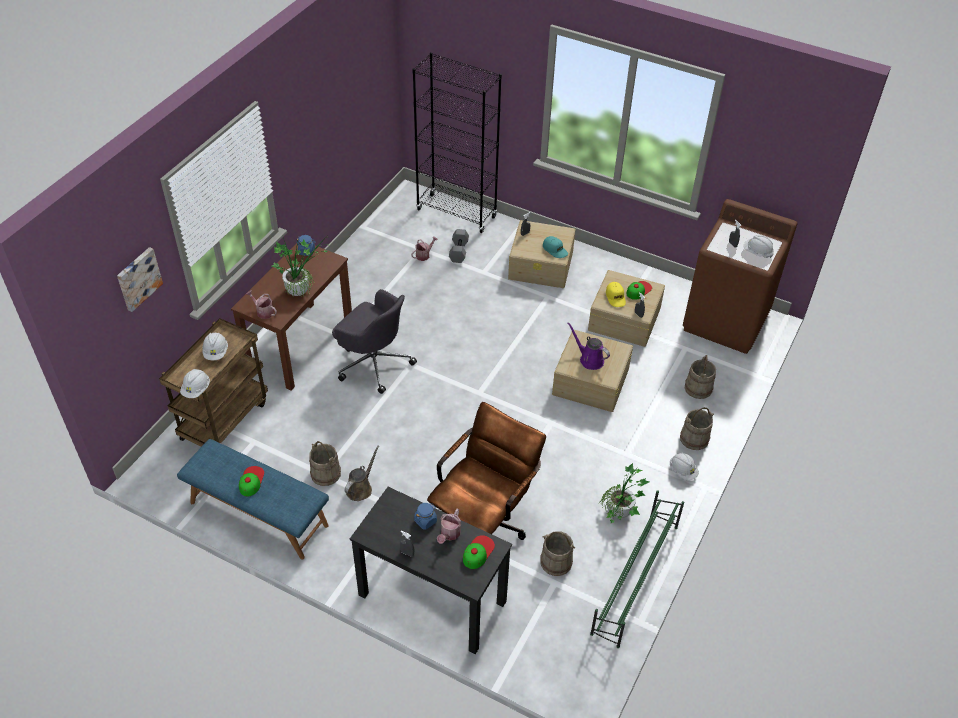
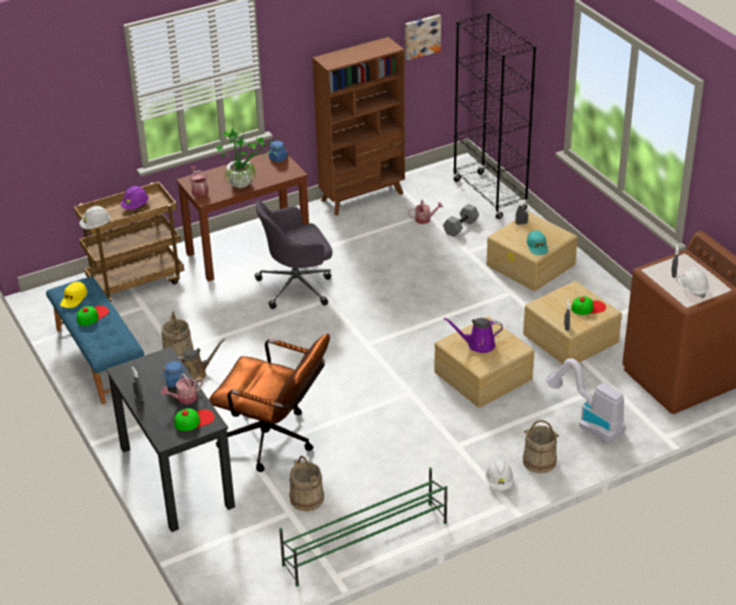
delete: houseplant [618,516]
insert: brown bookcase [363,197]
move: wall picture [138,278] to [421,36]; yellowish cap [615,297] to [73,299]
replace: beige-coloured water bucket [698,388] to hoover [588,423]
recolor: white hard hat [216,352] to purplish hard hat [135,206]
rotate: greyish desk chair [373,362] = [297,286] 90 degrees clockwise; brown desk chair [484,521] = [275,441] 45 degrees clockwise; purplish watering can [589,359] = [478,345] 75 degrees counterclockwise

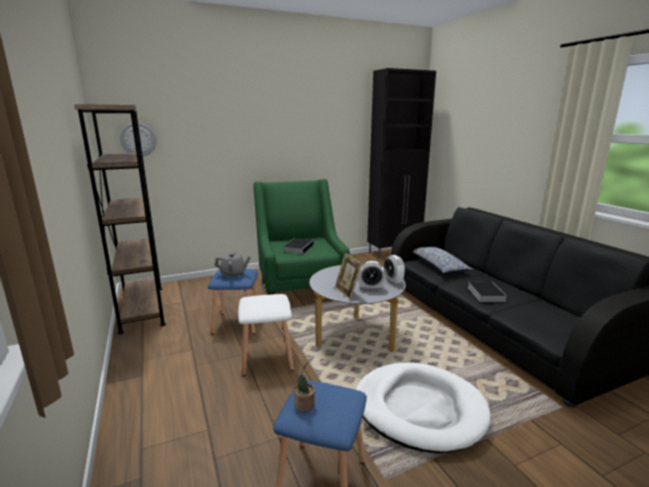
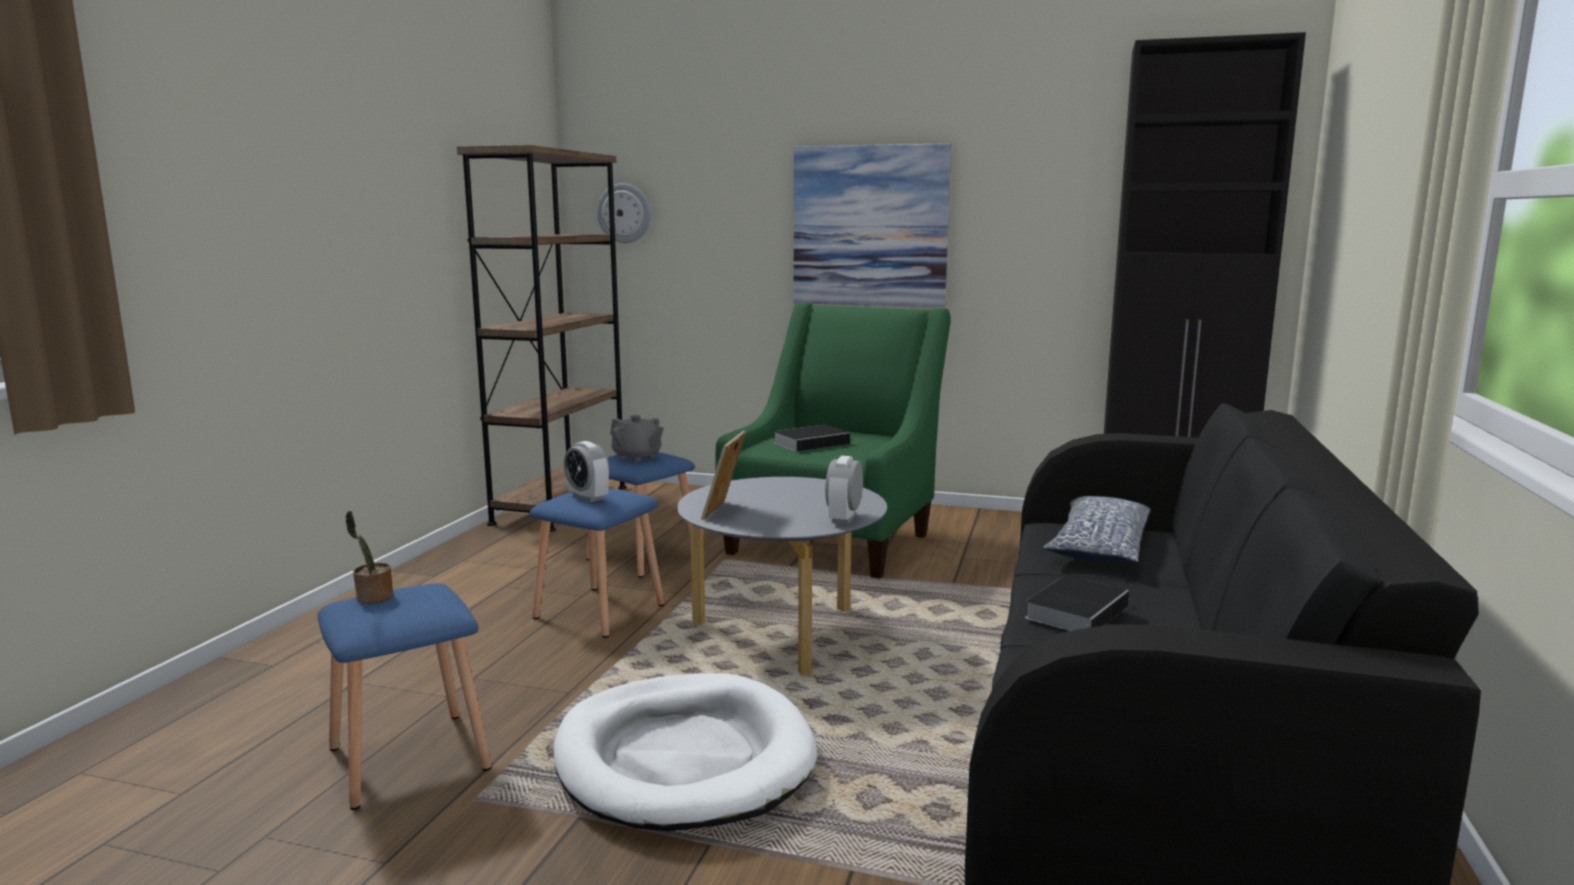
insert: wall picture [870,226]
move: bedside clock [371,288] to [588,498]
recolor: white stool [268,358] to blue-coloured stool [601,611]

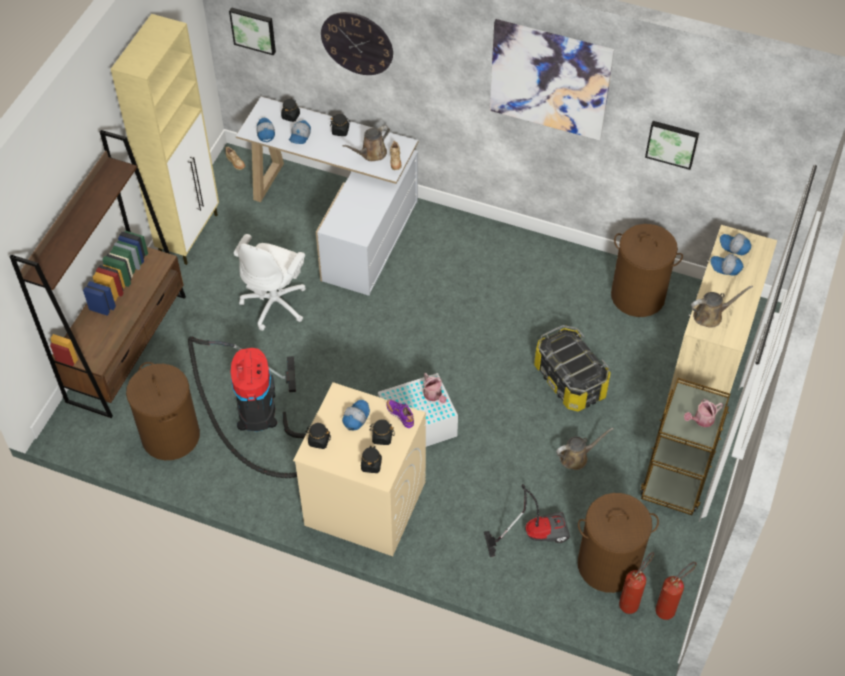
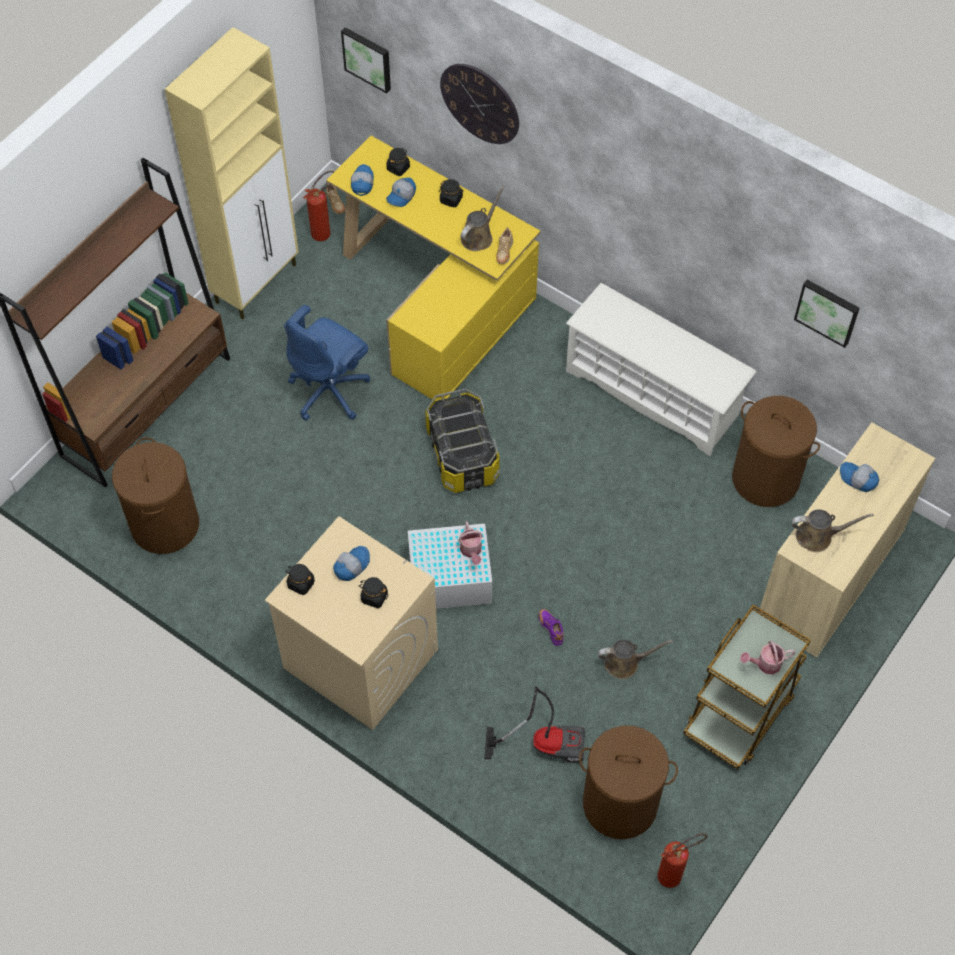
delete: hoover [258,416]; black-coloured storage jar [371,465]; wall picture [550,79]; cap [734,247]
insert: white shoe shelf [653,393]
move: purplish low shoe [400,415] to [551,629]; storage bin [570,380] to [463,454]; fire-fighting cylinder [632,601] to [325,232]
recolor: white desk chair [275,303] to blue-coloured desk chair [330,390]; white desk [339,217] to yellowish desk [437,299]
rotate: brown watering can [371,154] = [479,236] 150 degrees clockwise

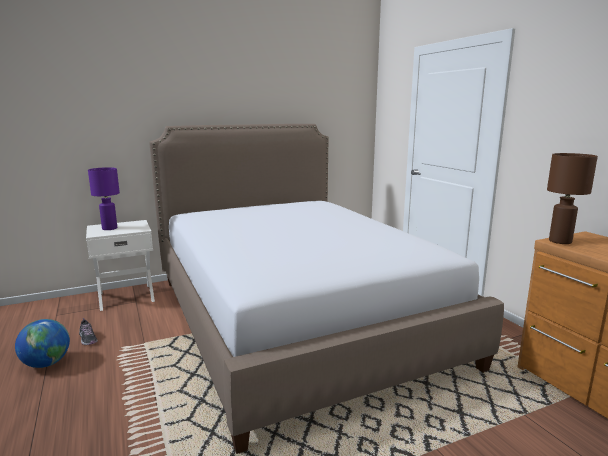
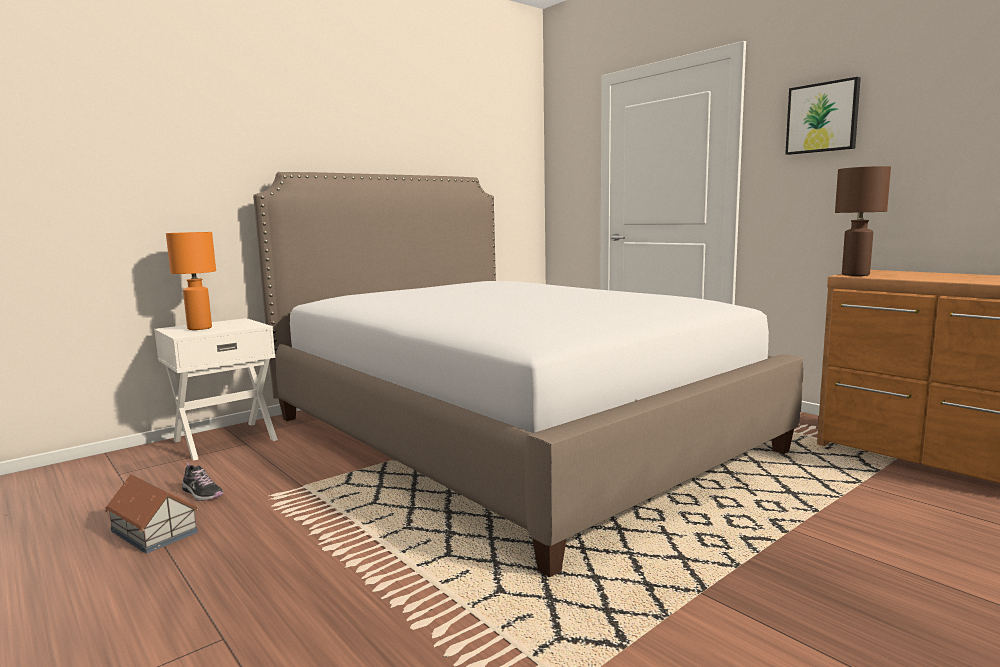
insert: wall picture [822,117]
replace: globe [46,363] to miniature house [154,531]
recolor: purplish tabletop lamp [109,228] to orangey tabletop lamp [199,328]

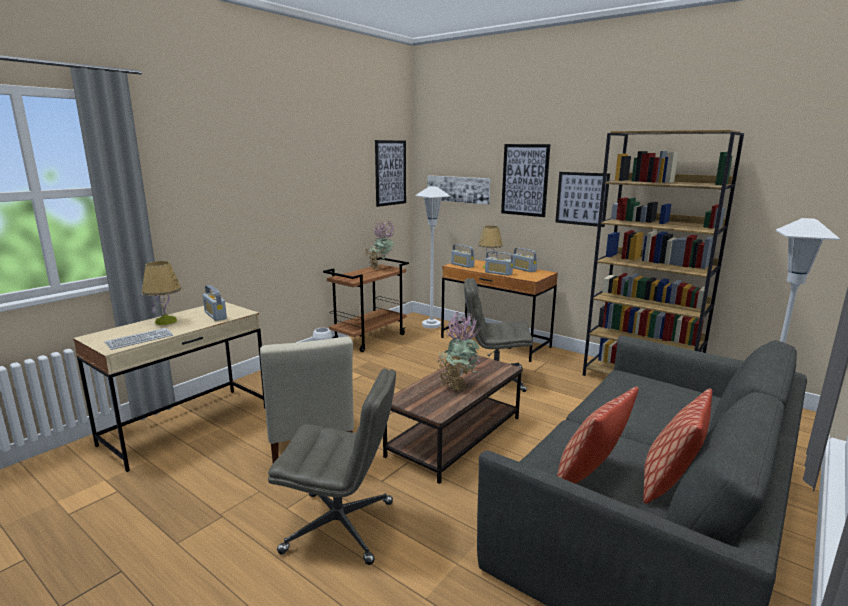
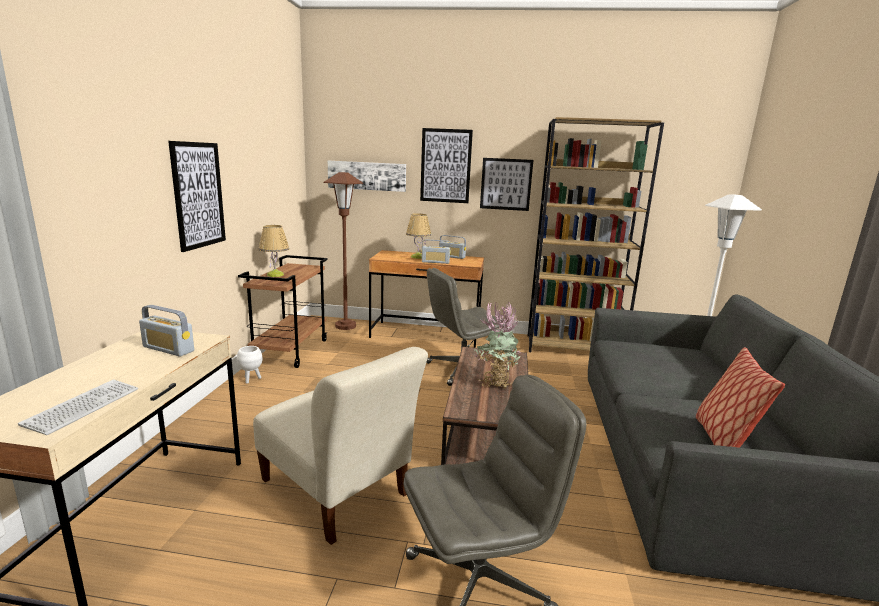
delete: houseplant [381,268]; radio [462,265]; pillow [669,483]
move: tabletop lamp [166,321] to [275,275]; wall picture [390,173] to [198,195]
recolor: white standing lamp [431,325] to brown standing lamp [345,326]

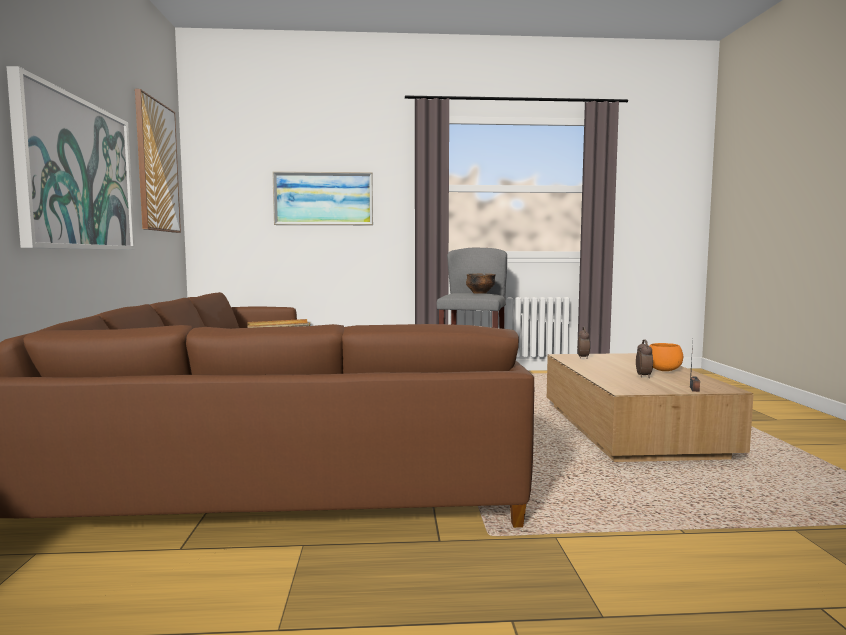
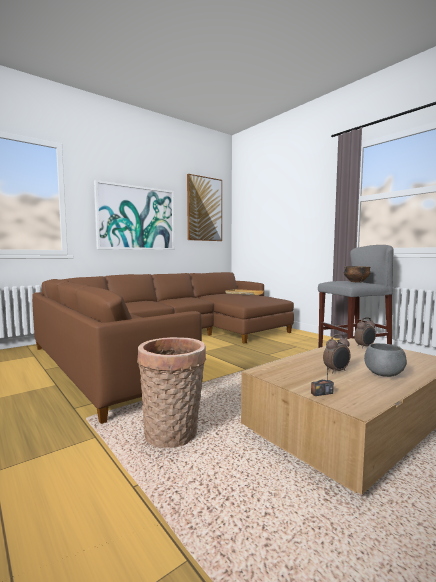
delete: wall picture [323,199]
insert: storage basket [173,435]
recolor: orangey bowl [664,370] to greyish bowl [384,375]

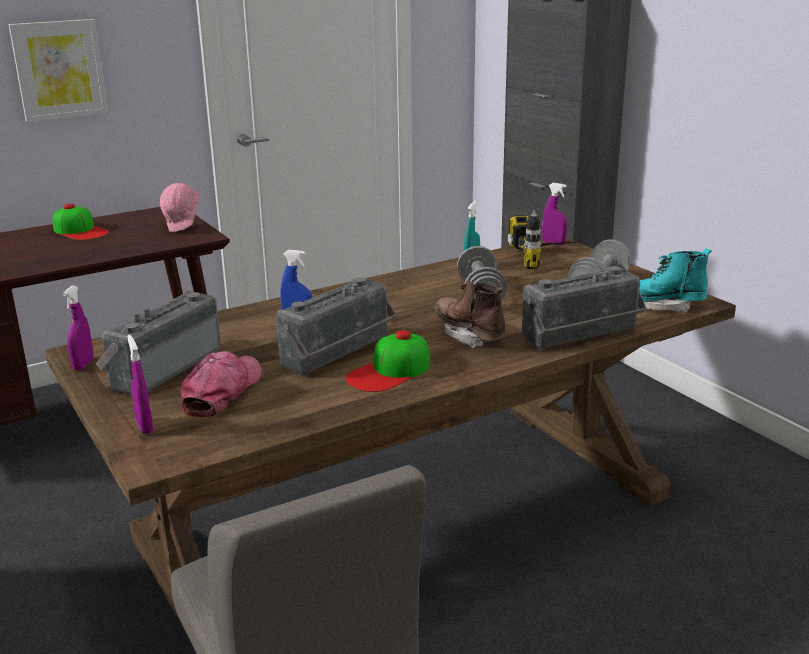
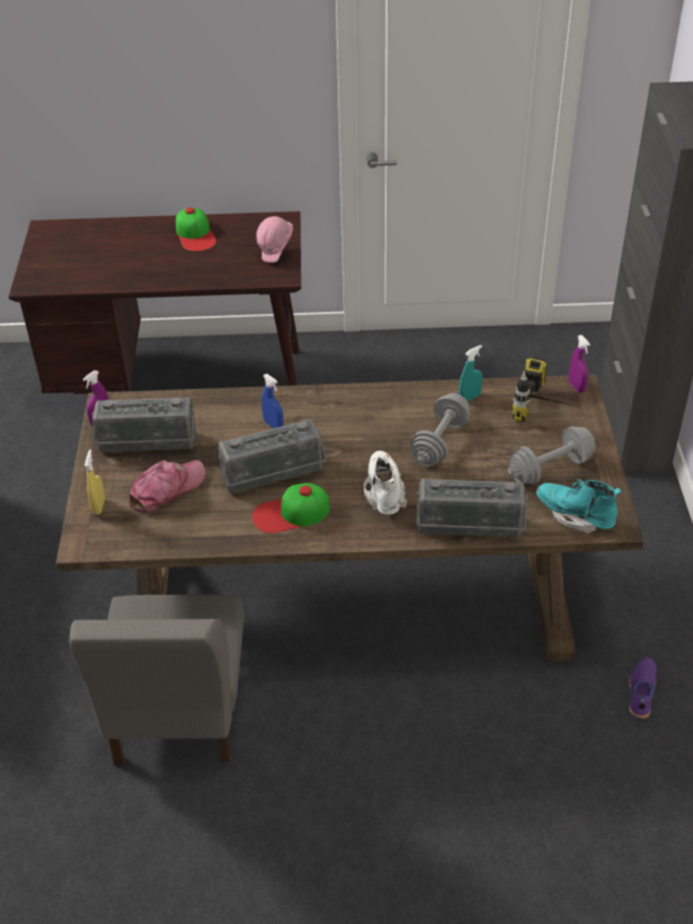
delete: wall picture [59,70]
insert: purplish low shoe [640,692]
recolor: purplish sprayer [144,426] to yellowish sprayer [99,506]; brown tall boot [469,335] to white tall boot [384,493]
rotate: radio [162,368] = [147,446] 150 degrees counterclockwise

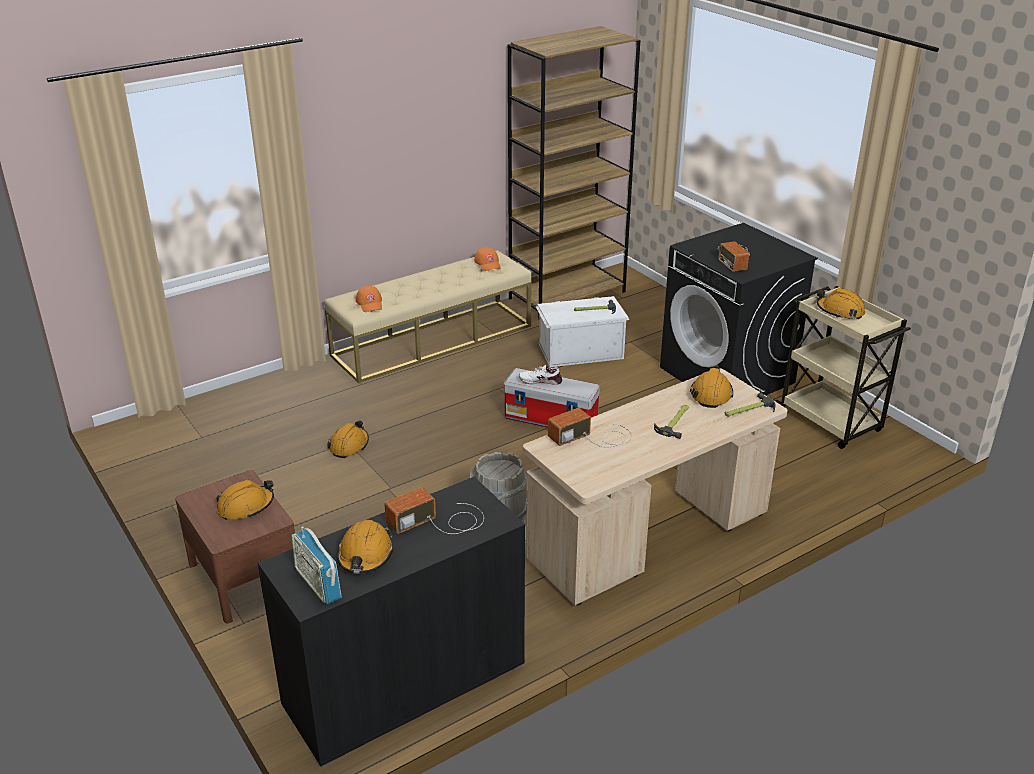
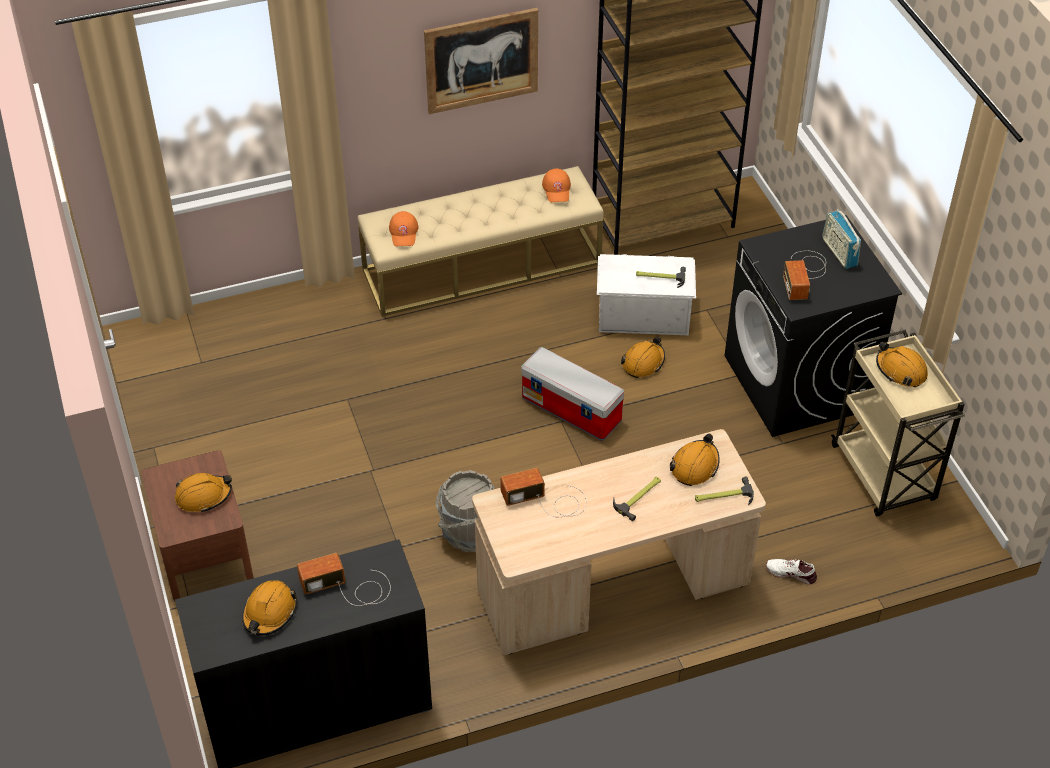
insert: wall picture [481,60]
move: radio [318,584] to [839,252]; orangey hard hat [349,445] to [643,362]; white low shoe [540,380] to [791,573]

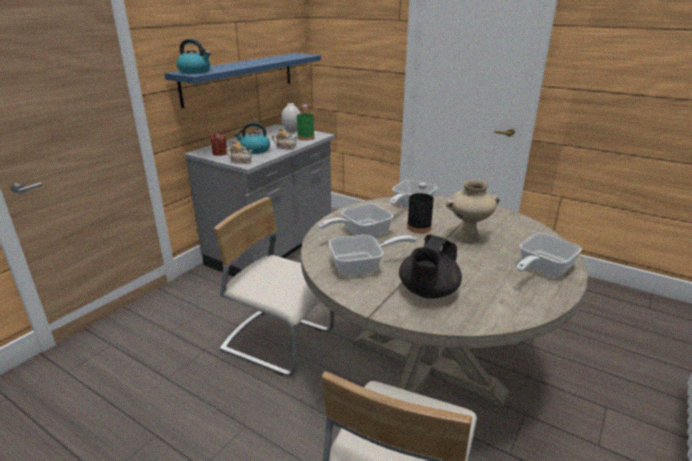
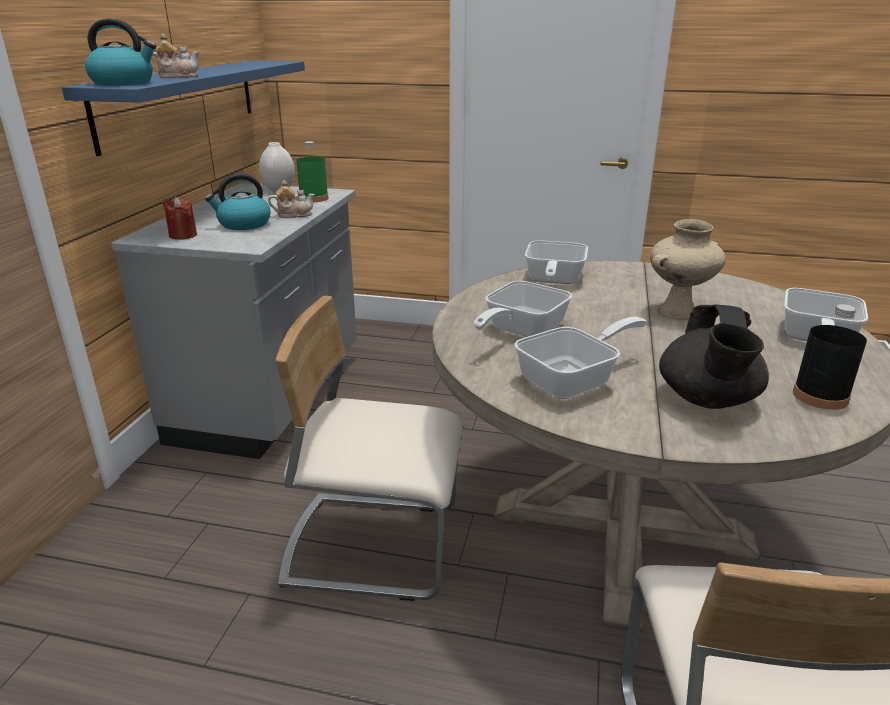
move: teapot [240,161] to [177,77]; black-coloured drink bottle [419,227] to [820,396]

